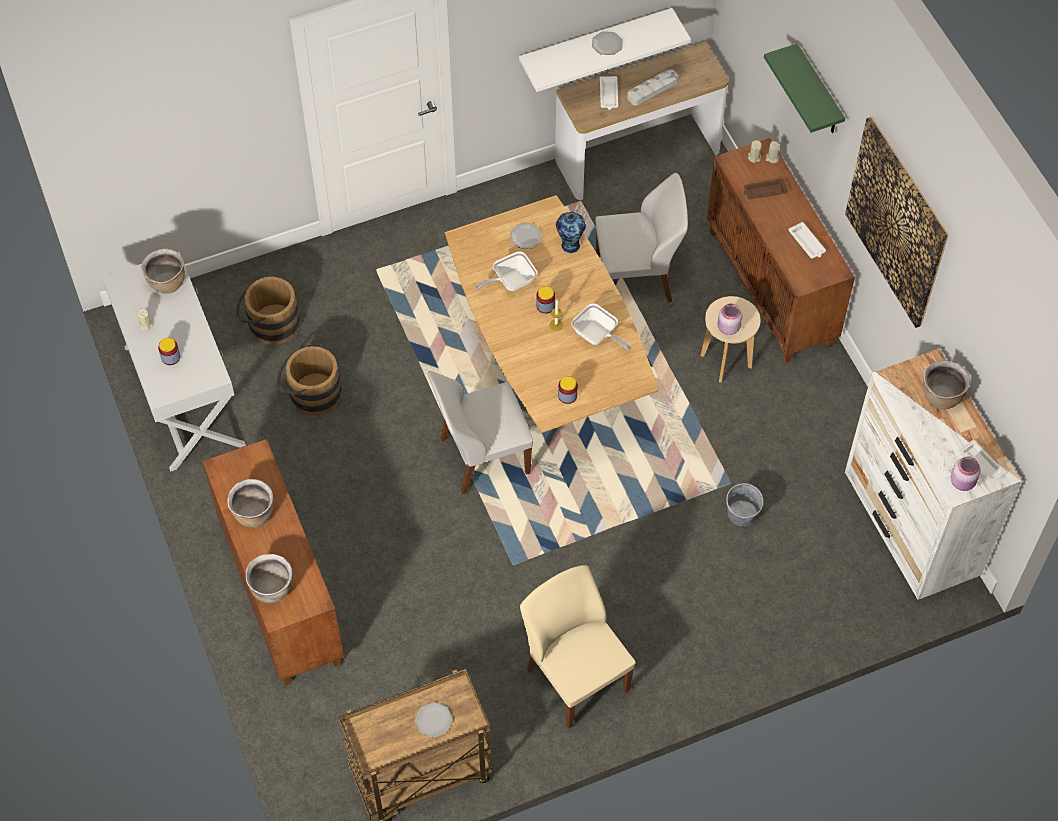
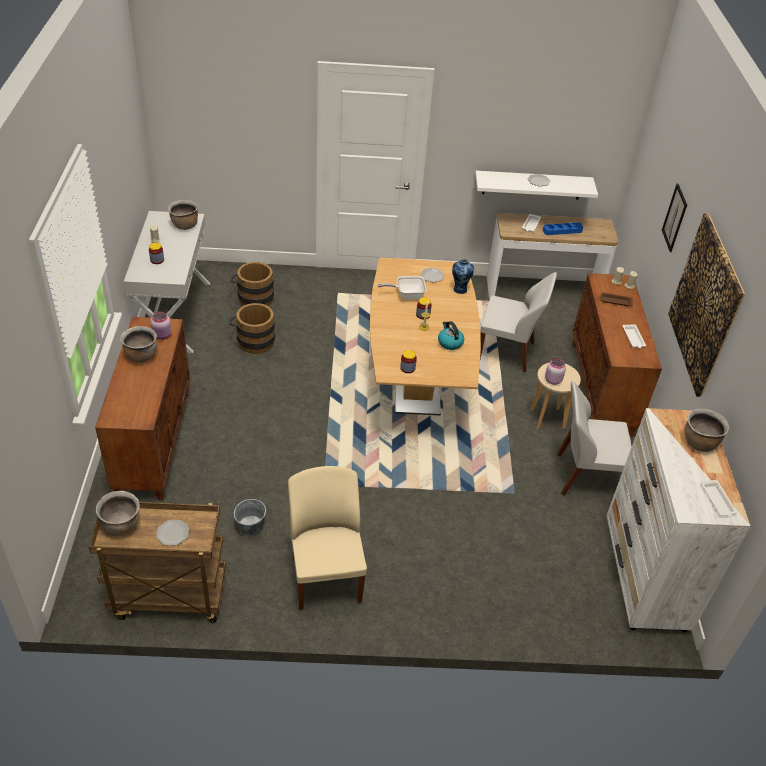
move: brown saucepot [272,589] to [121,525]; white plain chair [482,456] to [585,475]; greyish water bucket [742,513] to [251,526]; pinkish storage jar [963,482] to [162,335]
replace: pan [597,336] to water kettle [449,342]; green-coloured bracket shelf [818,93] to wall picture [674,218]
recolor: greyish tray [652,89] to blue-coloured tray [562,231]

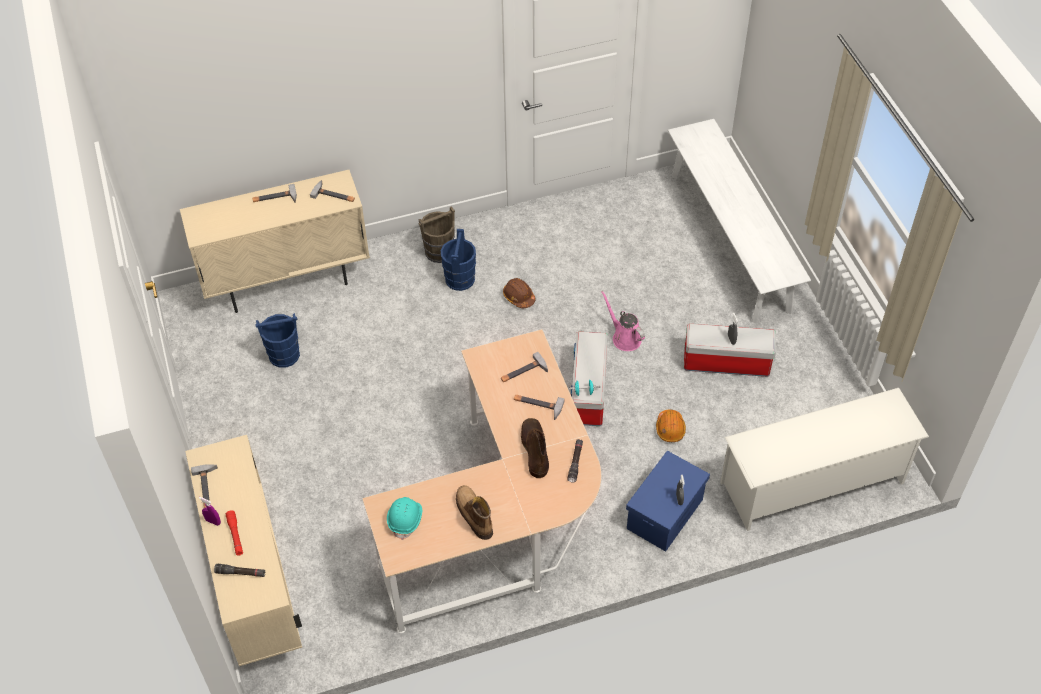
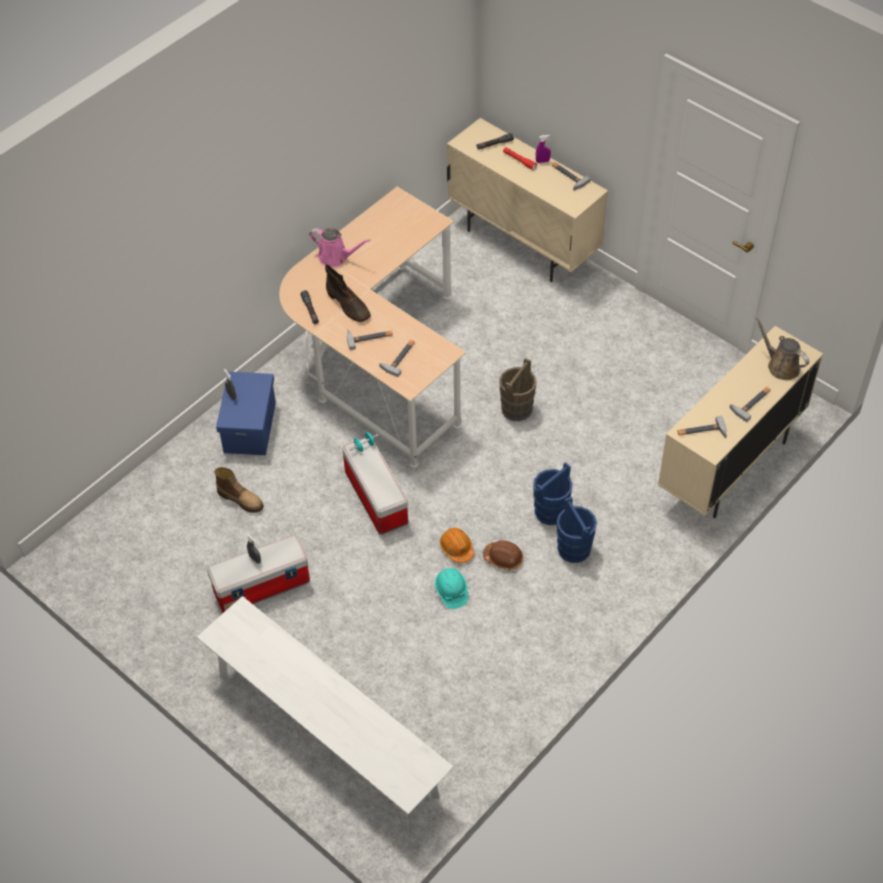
delete: white shoe shelf [813,483]
insert: brown watering can [780,366]
move: blue-coloured water bucket [284,355] to [551,511]; turquoise hard hat [406,519] to [451,592]; brown water bucket [439,252] to [517,408]; tall boot [473,515] to [241,499]; pinkish watering can [624,337] to [336,257]; orangey hard hat [670,428] to [456,548]

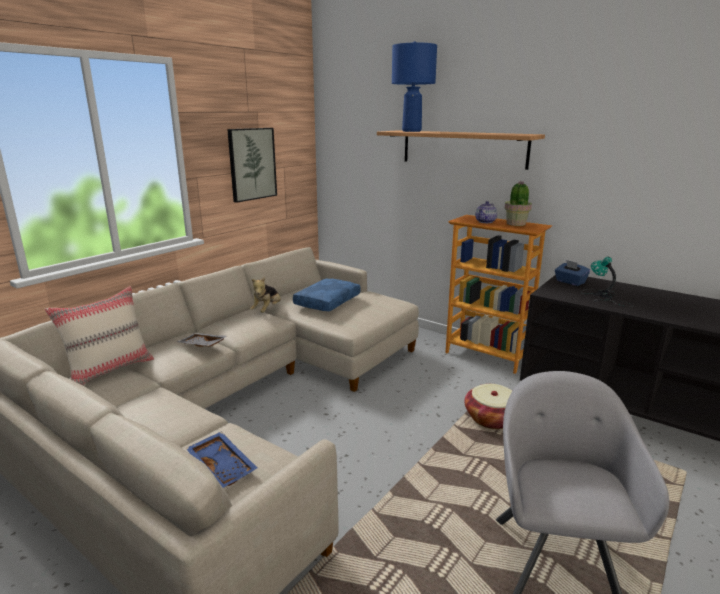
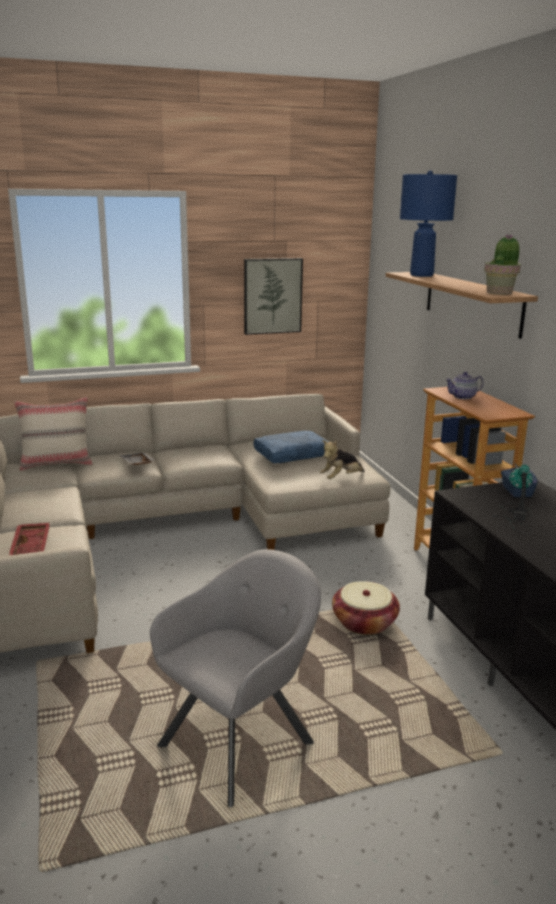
move: cuddly toy [267,310] to [341,478]; houseplant [516,223] to [500,292]
recolor: blue-coloured tray [223,466] to red-coloured tray [32,546]

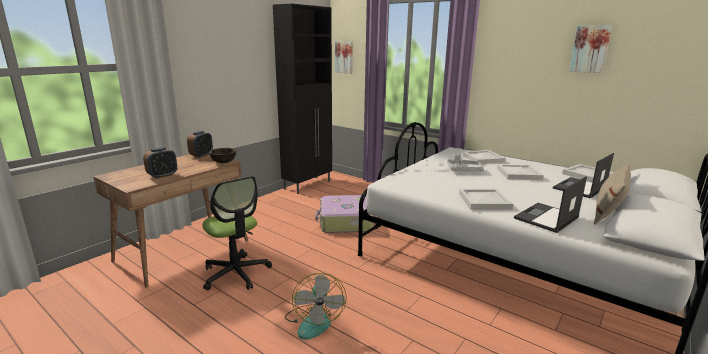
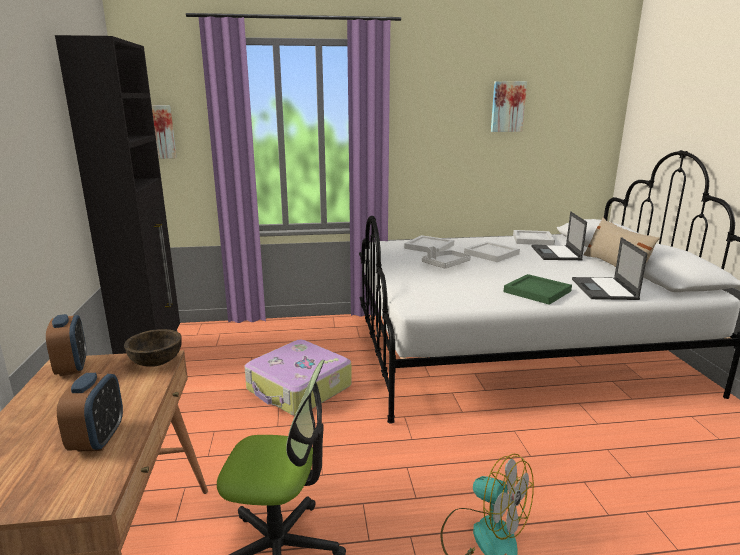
recolor: white tray [484,201] to green-coloured tray [537,292]

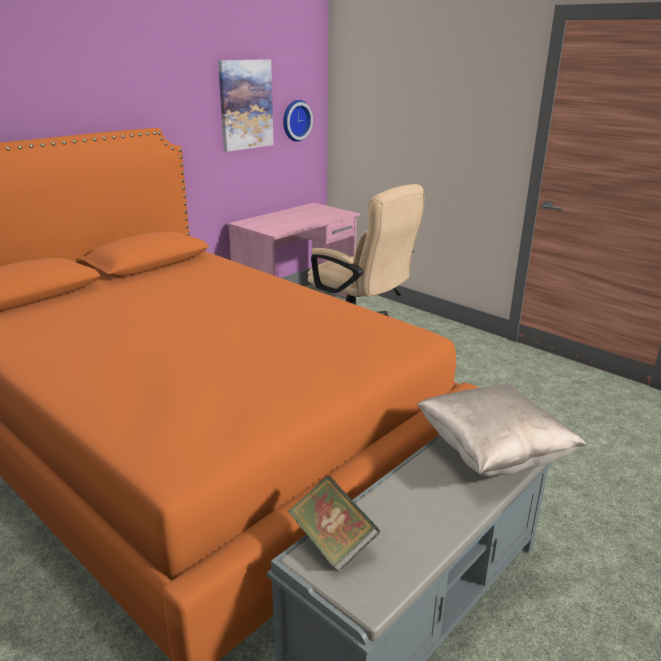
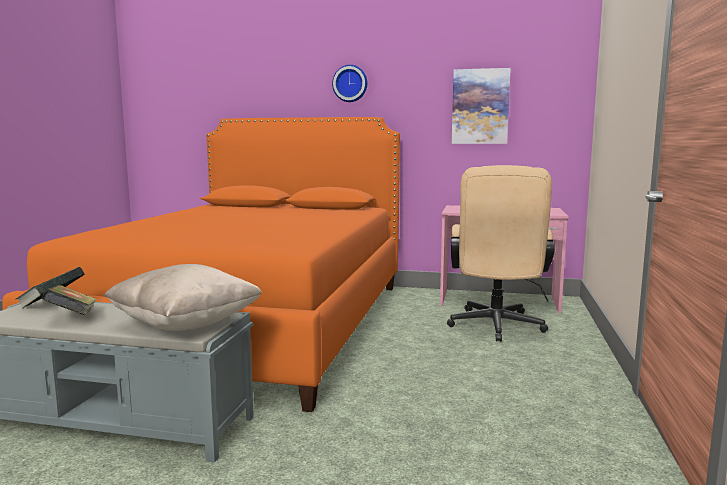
insert: book [72,318]
move: hanging clock [295,120] to [350,83]

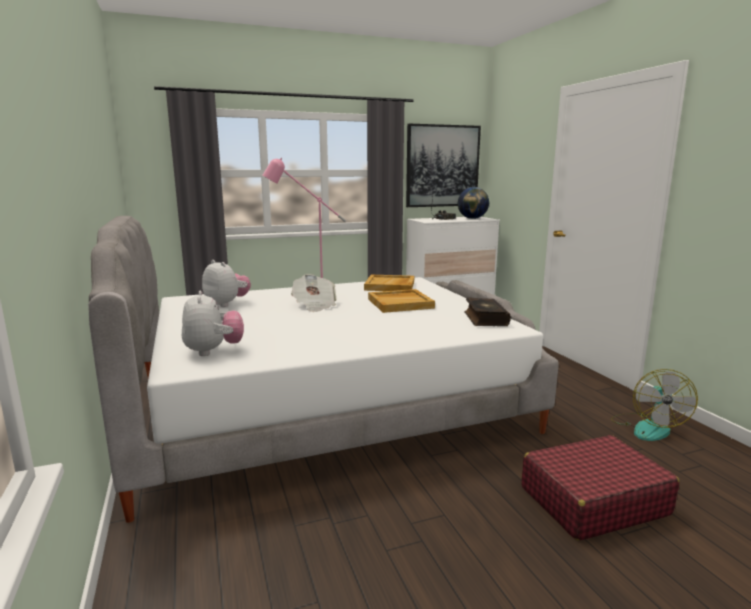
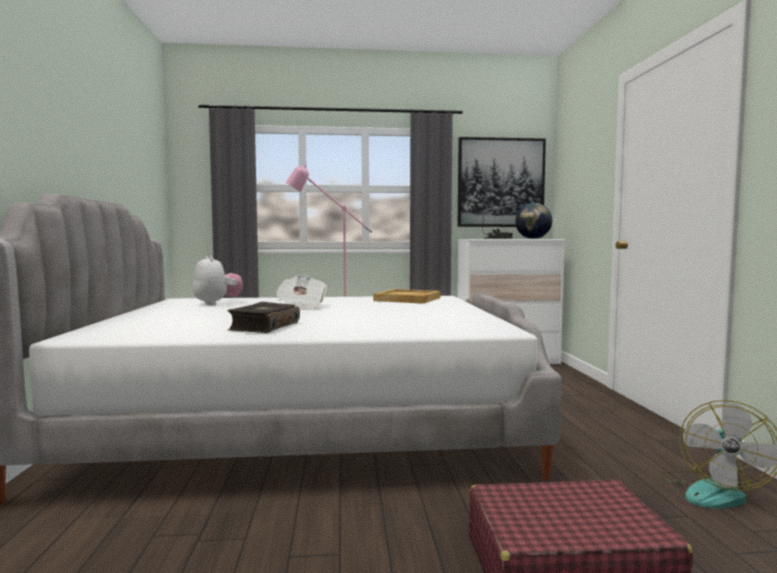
delete: cuddly toy [213,351]; beige-coloured tray [400,303]
move: book [485,319] to [264,327]

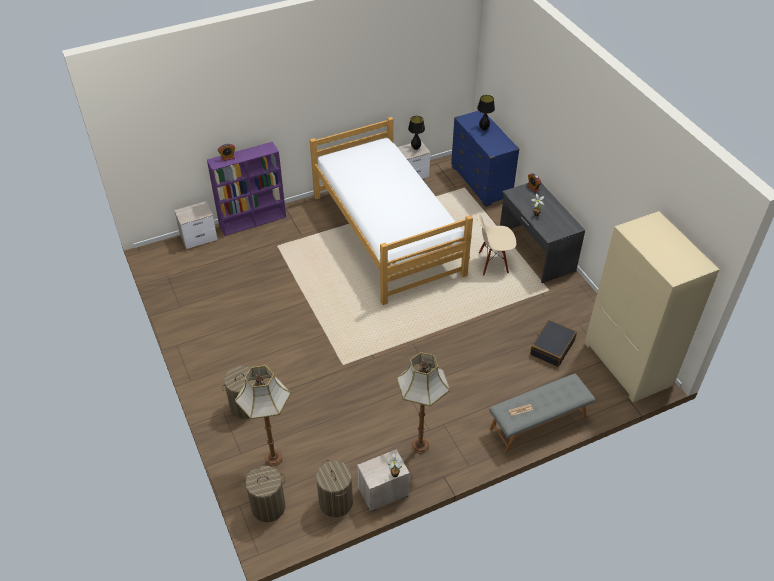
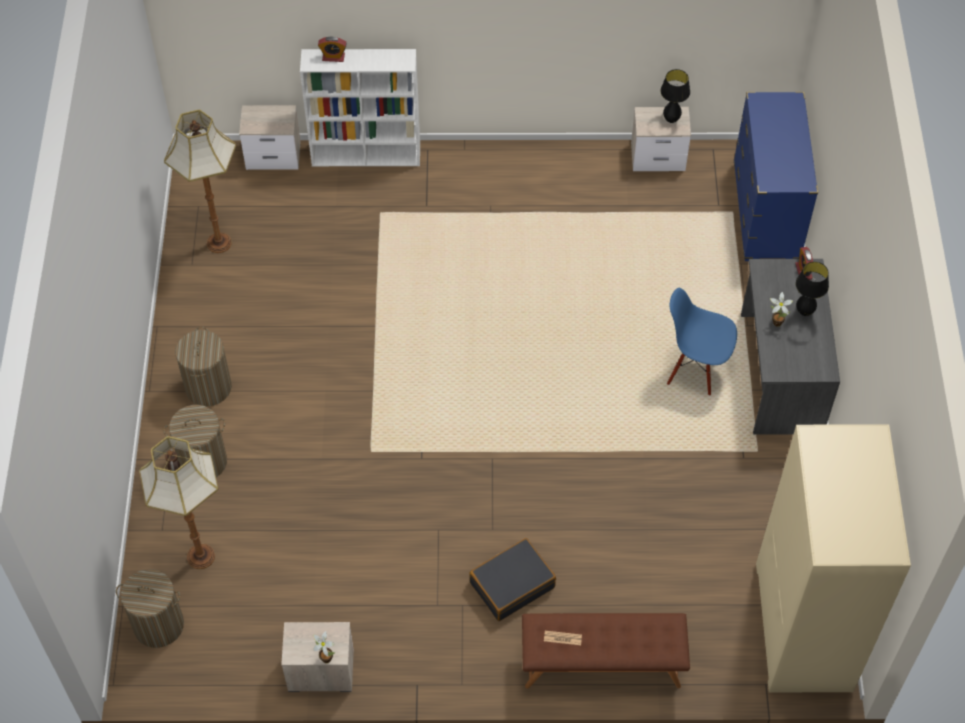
delete: sleeping bed [387,234]
move: hamper [336,502] to [208,387]; standing lamp [419,445] to [218,242]; black-coloured tabletop lamp [484,129] to [804,312]; black-coloured piece of luggage [552,347] to [512,584]
recolor: purplish bookcase [253,221] to white bookcase [367,155]; beige-coloured plain chair [493,263] to blue-coloured plain chair [695,369]; greyish indoor bench [538,424] to brown indoor bench [602,665]

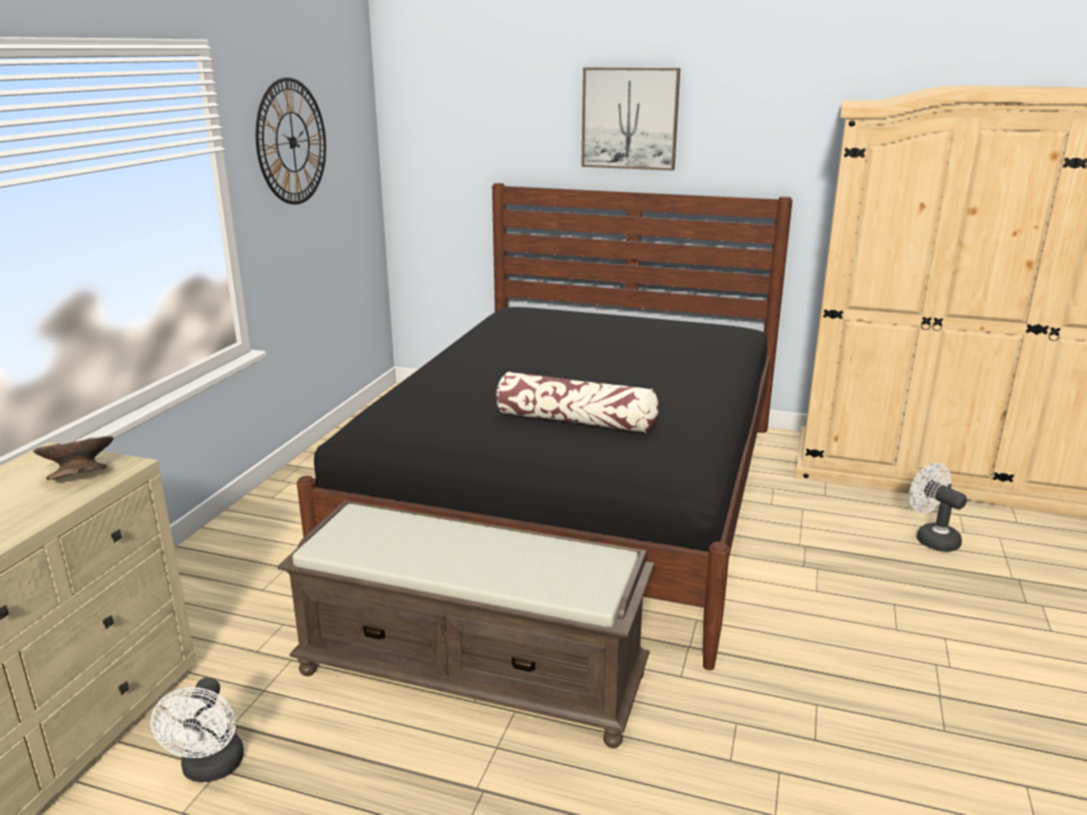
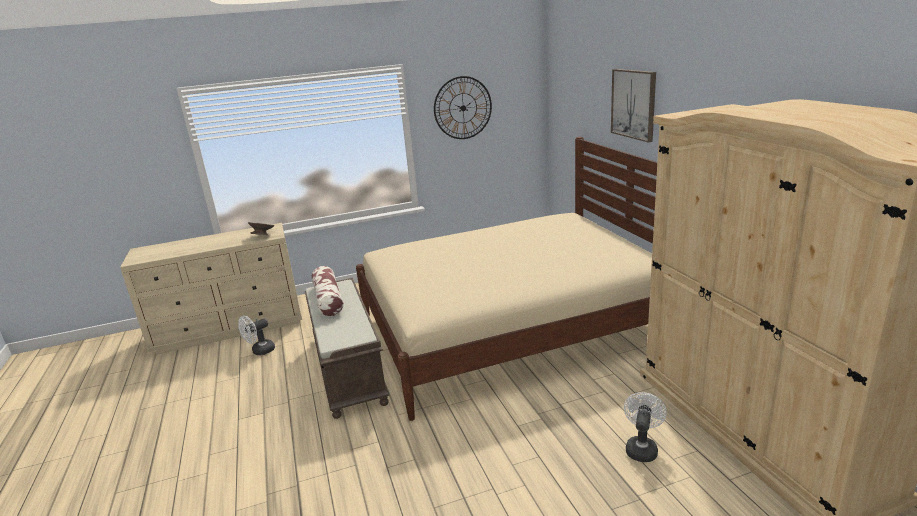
move: pillow [576,421] to [328,299]
recolor: black-coloured sleeping bed [577,496] to beige-coloured sleeping bed [512,328]

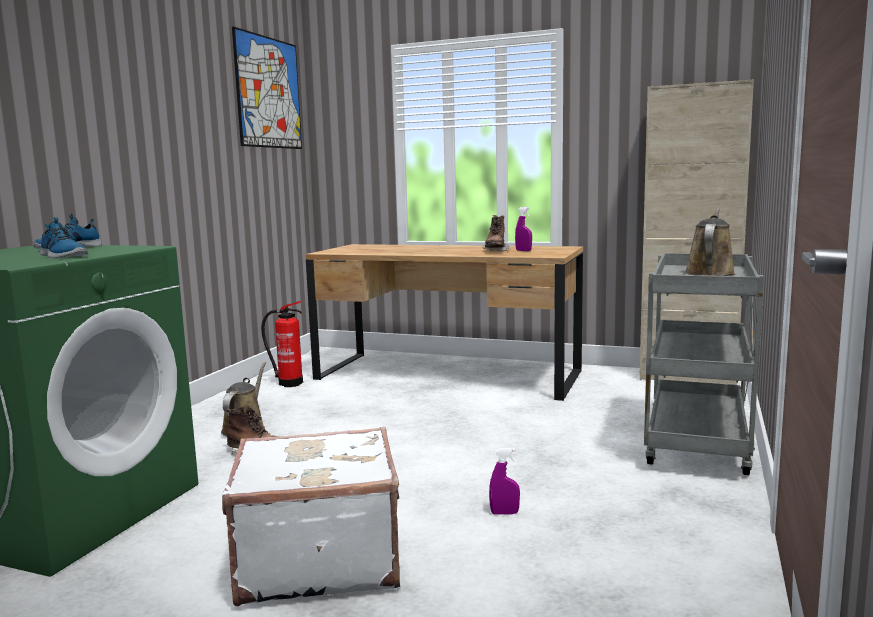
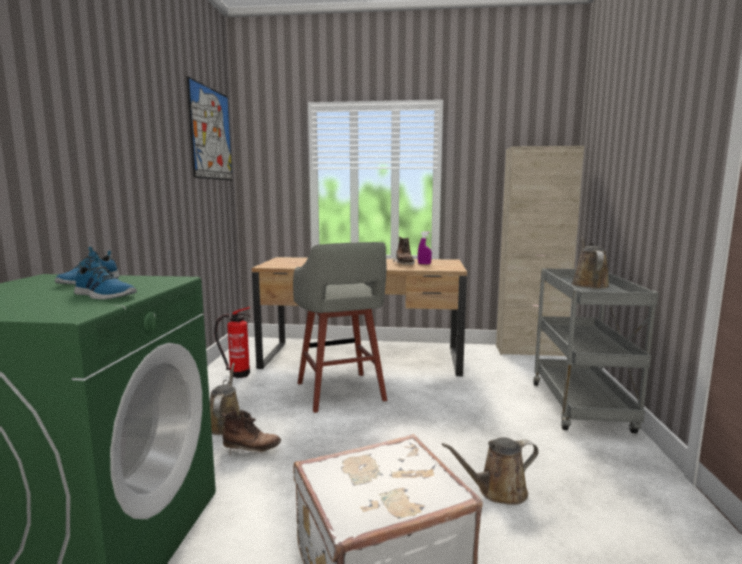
insert: greyish stool [341,393]
replace: purplish sprayer [504,513] to brown watering can [498,491]

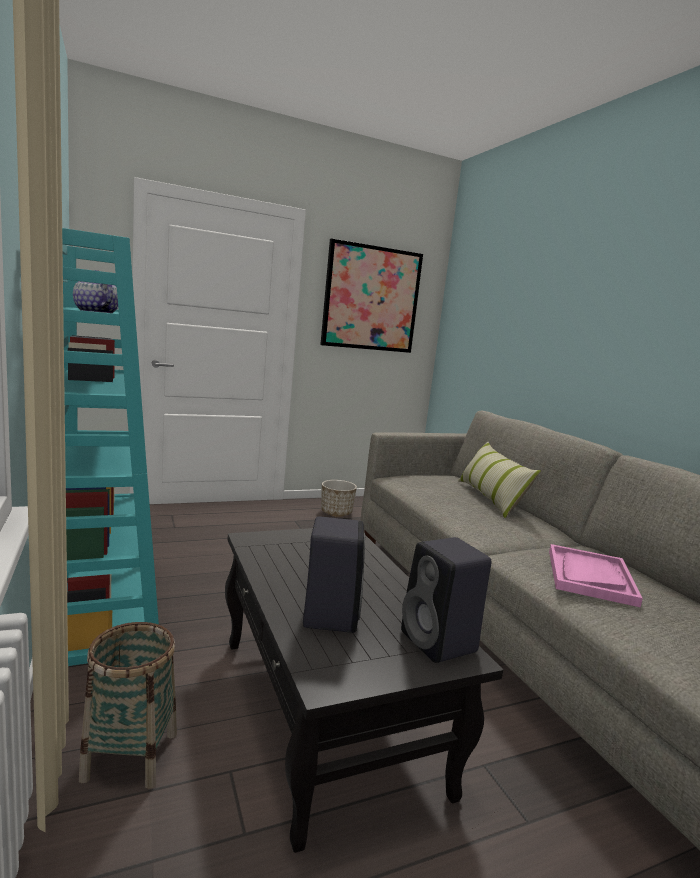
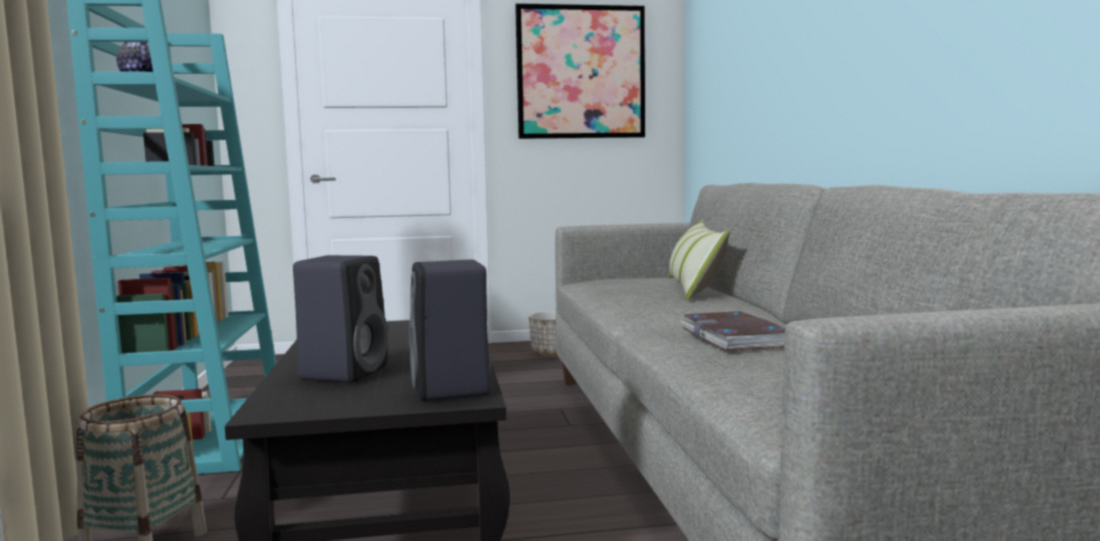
replace: pinkish tray [589,576] to book [735,337]

